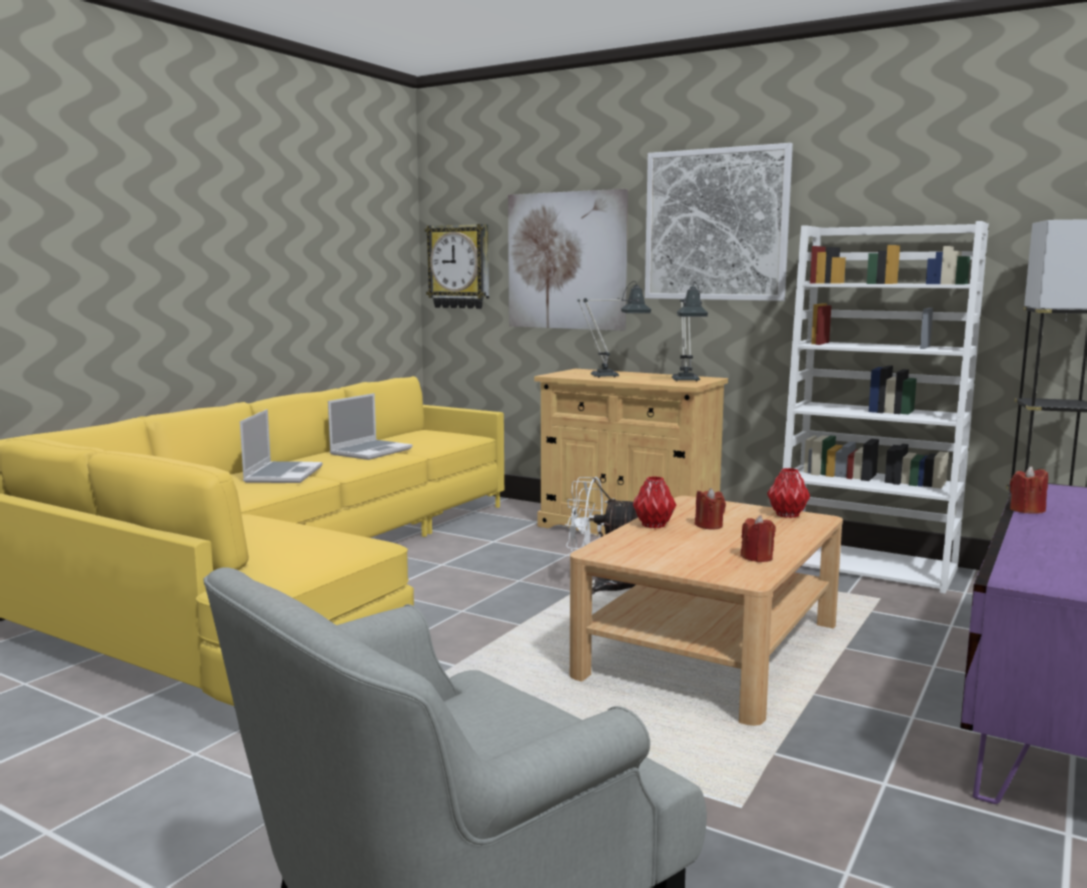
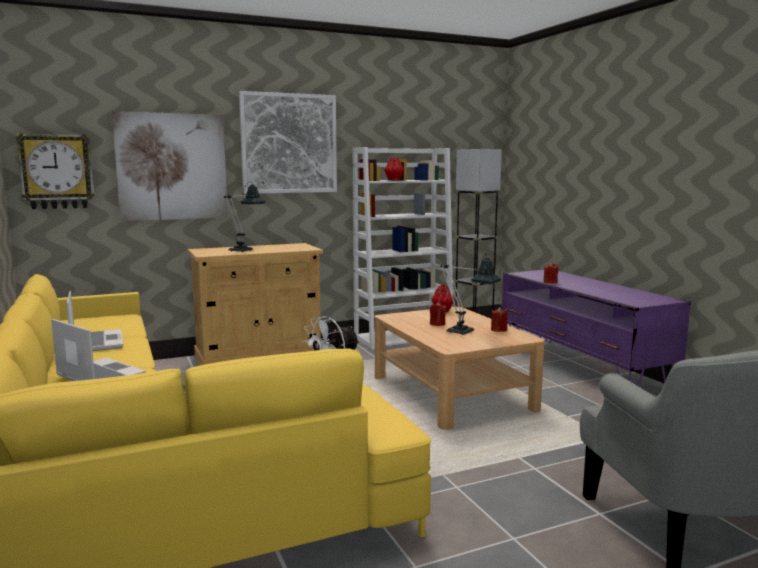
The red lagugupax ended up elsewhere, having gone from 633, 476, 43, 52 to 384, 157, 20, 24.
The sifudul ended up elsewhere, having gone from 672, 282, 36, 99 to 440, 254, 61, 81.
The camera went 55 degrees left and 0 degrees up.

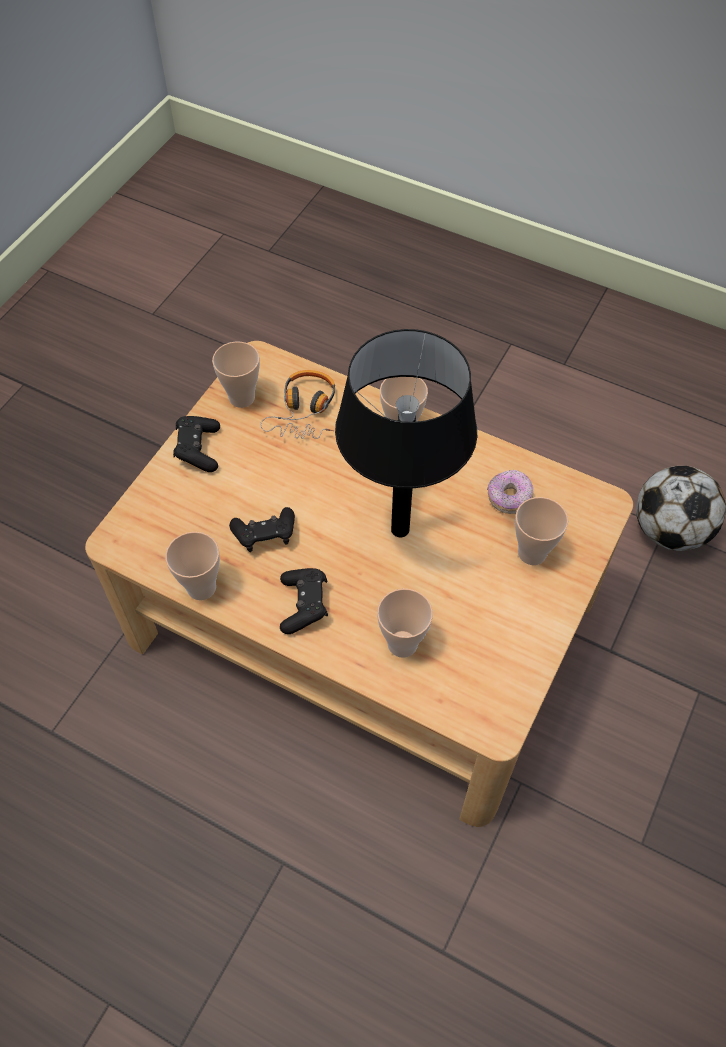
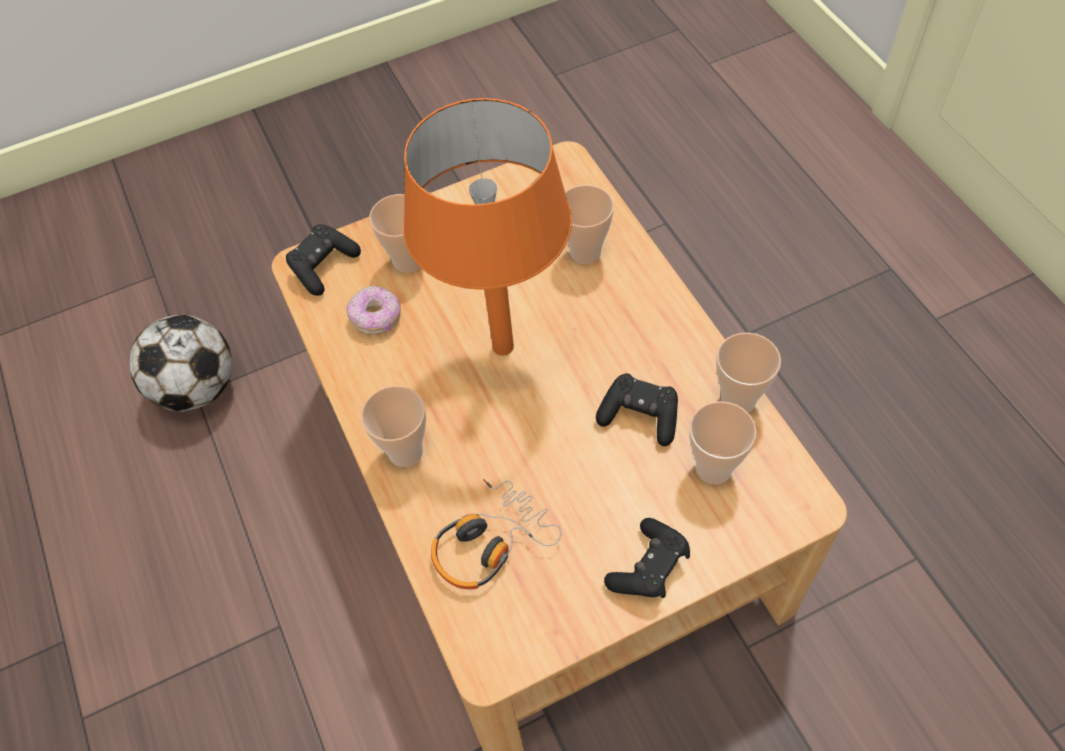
The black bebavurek ended up elsewhere, having gone from 280, 568, 48, 66 to 286, 224, 75, 72.
What was the black sifudul at 335, 329, 142, 208 turned into the orange sifudul at 403, 98, 169, 258.
The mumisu ended up elsewhere, having gone from 212, 342, 48, 66 to 689, 401, 67, 83.
The camera went 140 degrees left and 0 degrees up.

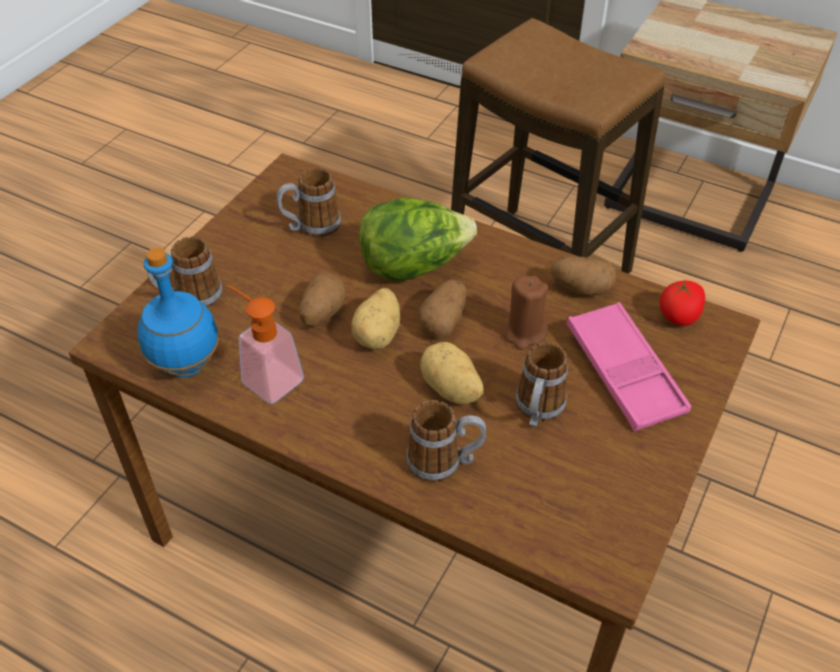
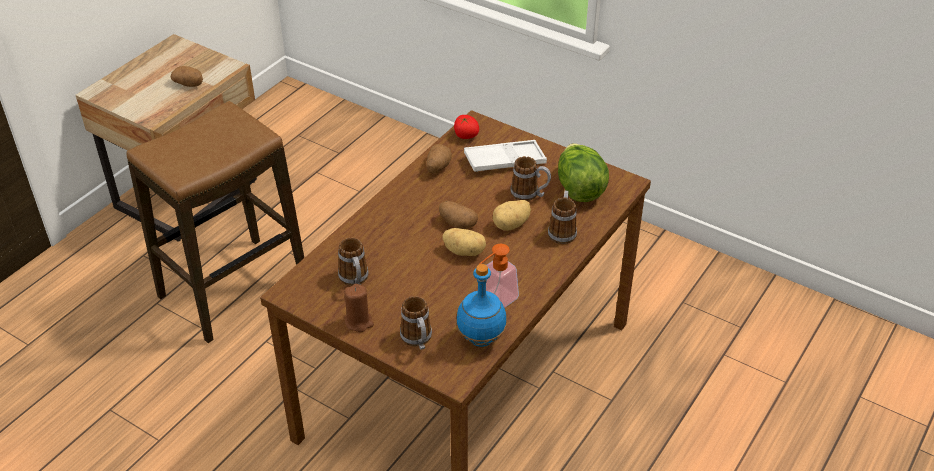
The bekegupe ended up elsewhere, having gone from 299, 273, 47, 54 to 171, 66, 32, 21.
The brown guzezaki ended up elsewhere, having gone from 504, 276, 44, 74 to 344, 284, 30, 48.
What was the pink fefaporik at 567, 302, 124, 129 turned into the white fefaporik at 464, 140, 83, 32.
The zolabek ended up elsewhere, having gone from 359, 197, 118, 84 to 558, 143, 51, 59.
The camera went 85 degrees left and 5 degrees down.

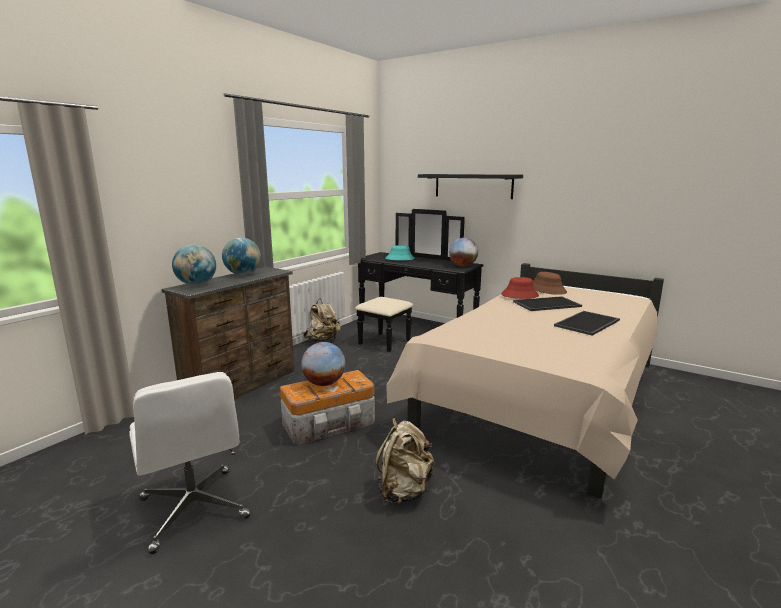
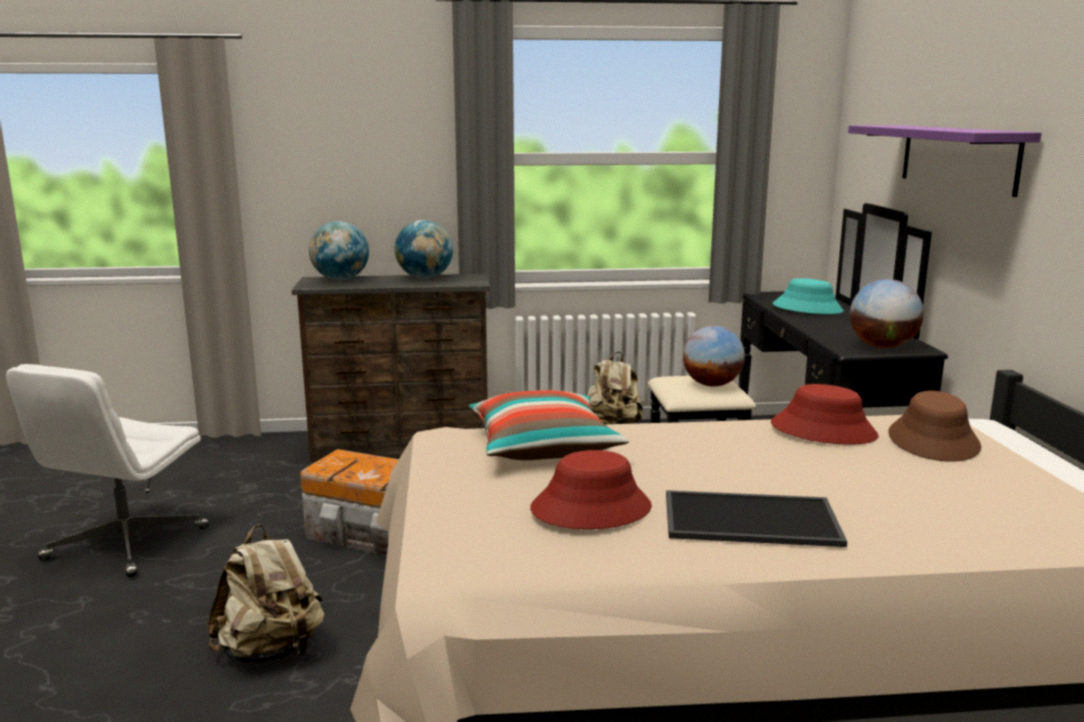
The second view gained the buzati at 468, 390, 161, 70.
The second view gained the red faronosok at 530, 450, 122, 79.
The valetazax ended up elsewhere, having gone from 301, 342, 44, 44 to 683, 326, 62, 61.
What was the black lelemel at 418, 174, 105, 25 turned into the purple lelemel at 848, 125, 193, 72.
The second view lost the fefaporik at 513, 296, 69, 15.
The camera went 50 degrees right and 0 degrees up.

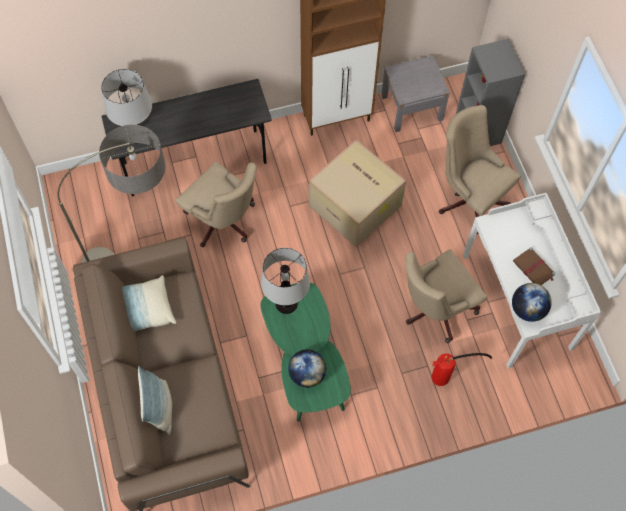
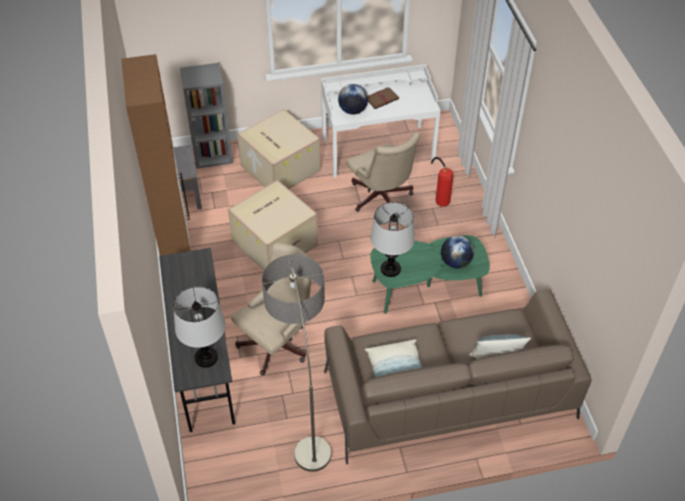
Where the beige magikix stood at 439, 105, 82, 129, the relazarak came to stand at 237, 109, 84, 80.
The valetazax ended up elsewhere, having gone from 512, 283, 40, 39 to 338, 84, 30, 31.
The camera went 85 degrees left and 15 degrees down.

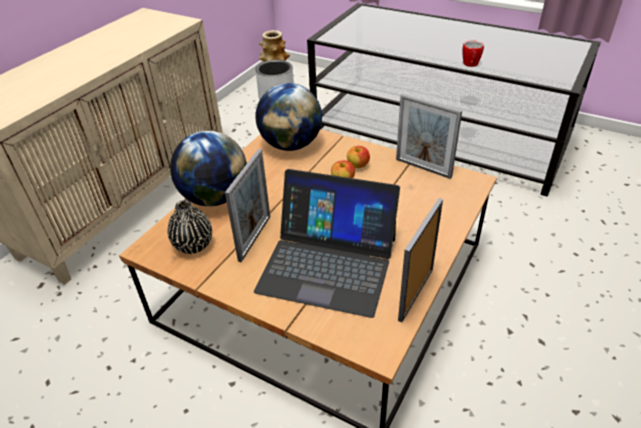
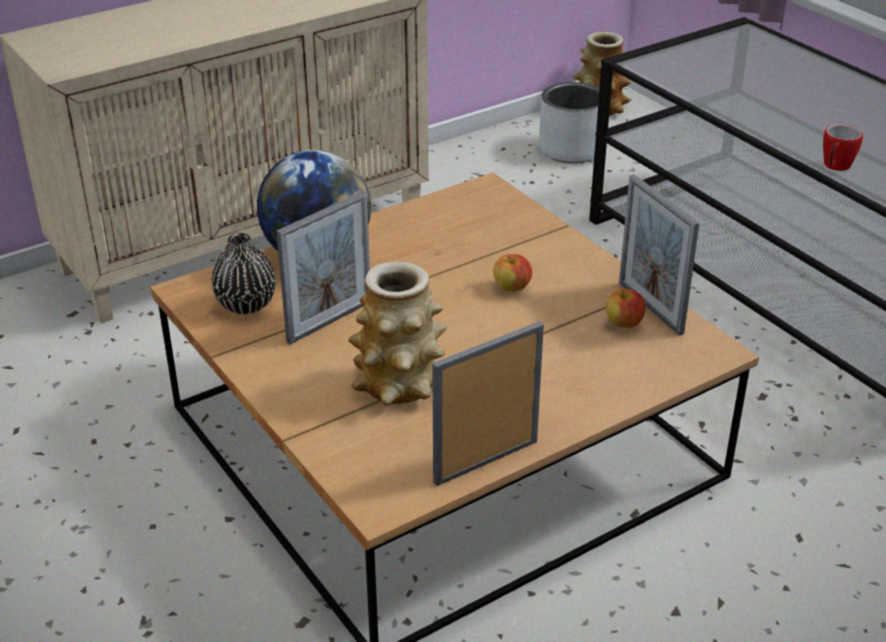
Where the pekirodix stood at 254, 169, 146, 149, the lagugupax came to stand at 348, 261, 99, 145.
The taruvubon ended up elsewhere, having gone from 347, 146, 23, 22 to 606, 289, 40, 39.
The second view lost the valetazax at 255, 83, 67, 68.
The camera went 25 degrees right and 5 degrees down.

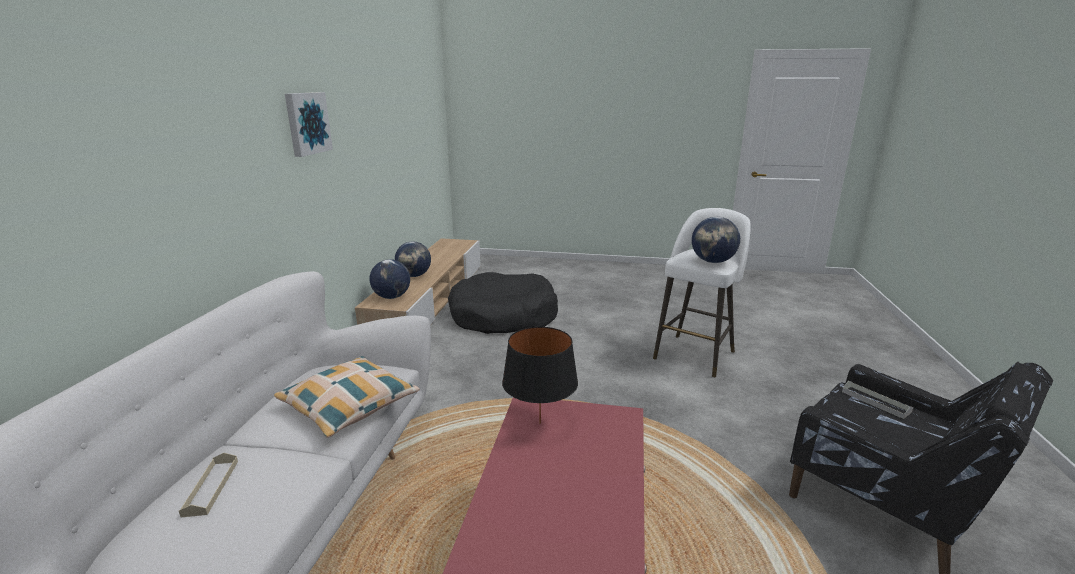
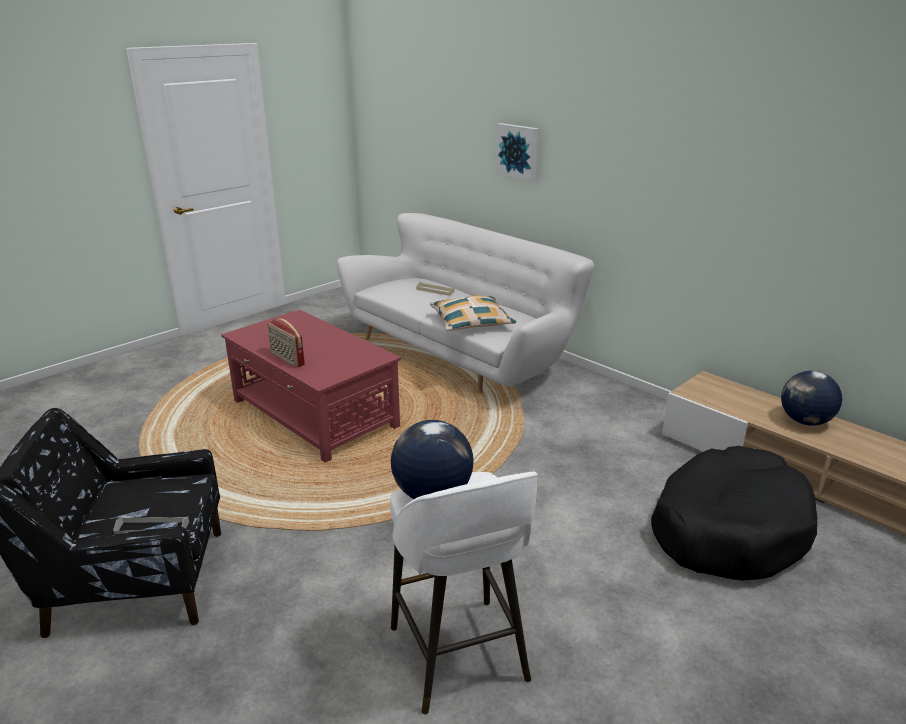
The second view gained the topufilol at 267, 318, 38, 49.
The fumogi ended up elsewhere, having gone from 285, 92, 48, 65 to 496, 123, 44, 58.
The second view lost the valetazax at 369, 259, 41, 40.
The second view lost the black sifudul at 502, 327, 76, 97.
The camera went 125 degrees right and 5 degrees up.

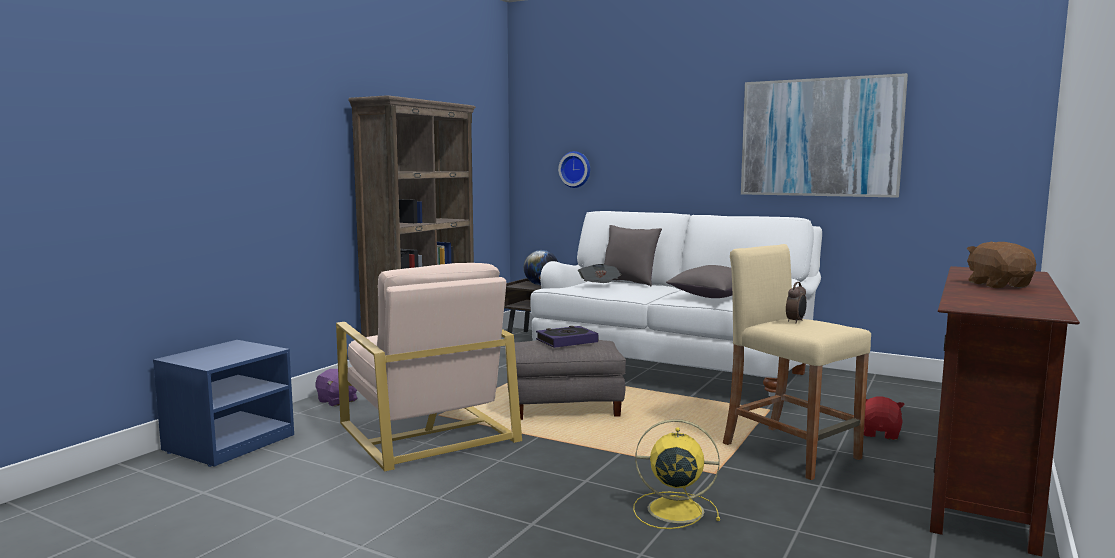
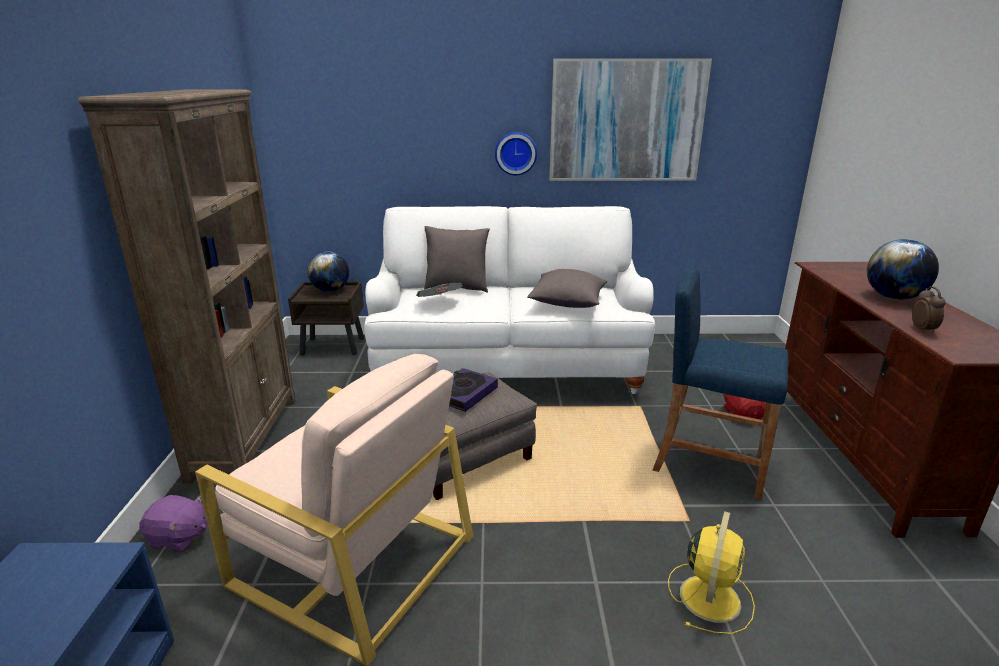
The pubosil ended up elsewhere, having gone from 558, 151, 32, 37 to 495, 132, 42, 43.
What was the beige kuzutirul at 723, 244, 148, 236 turned into the blue kuzutirul at 653, 266, 135, 233.
The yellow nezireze at 633, 419, 87, 110 ended up facing another way, 135 degrees clockwise from before.
Where the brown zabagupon stood at 967, 242, 69, 46, the valetazax came to stand at 867, 239, 72, 61.
The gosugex ended up elsewhere, having gone from 786, 282, 21, 41 to 912, 286, 34, 48.
The camera went 30 degrees left and 15 degrees up.

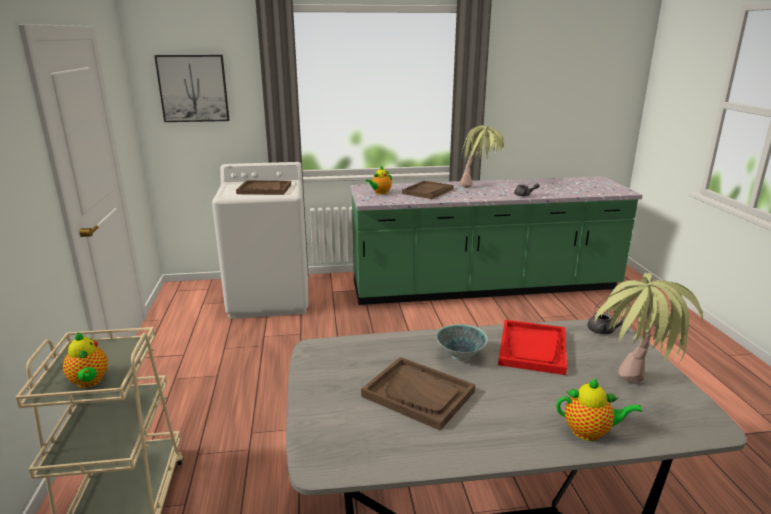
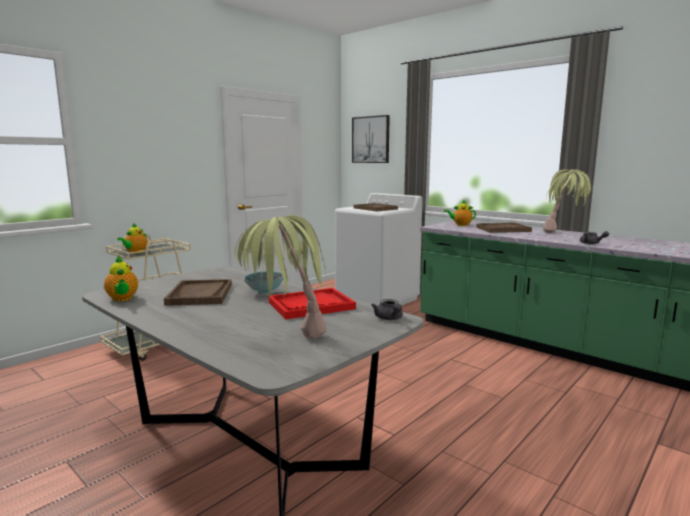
The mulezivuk ended up elsewhere, having gone from 556, 378, 86, 63 to 104, 256, 34, 45.
The camera went 50 degrees right and 10 degrees down.

